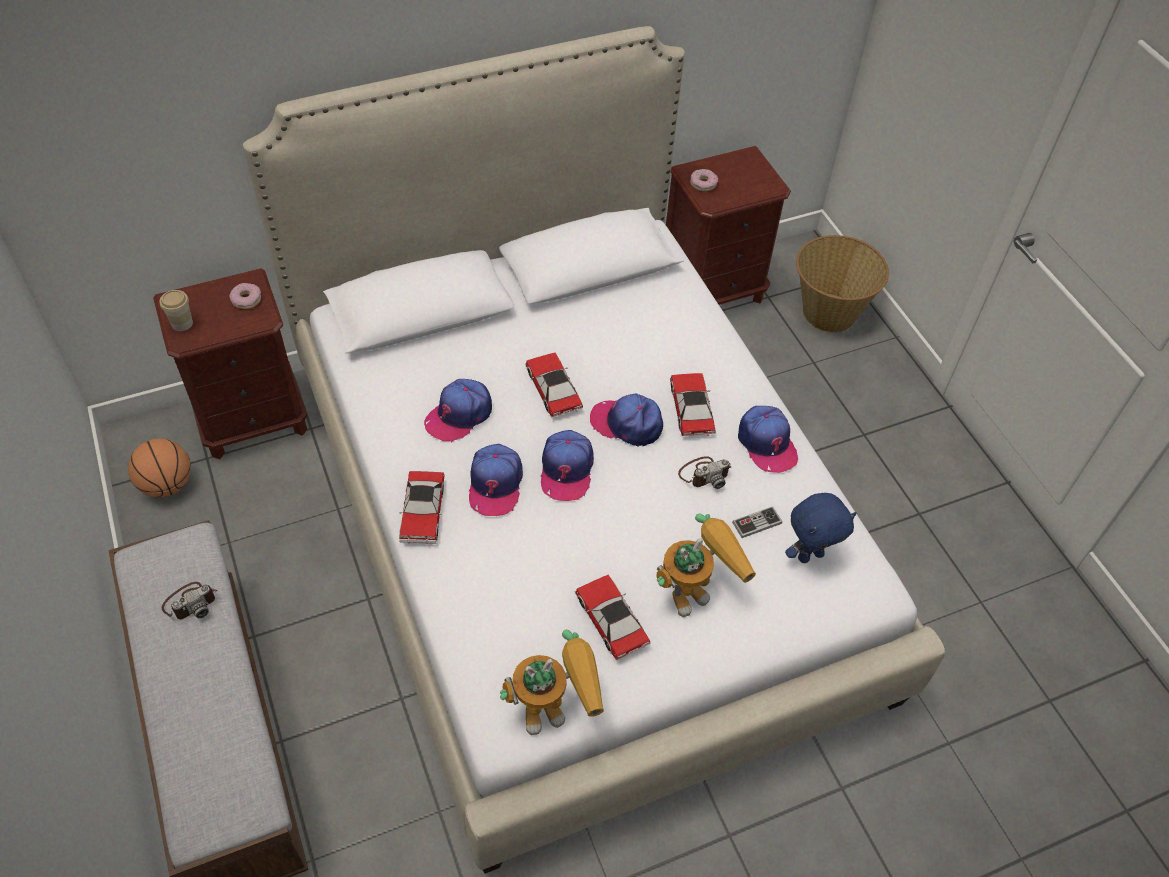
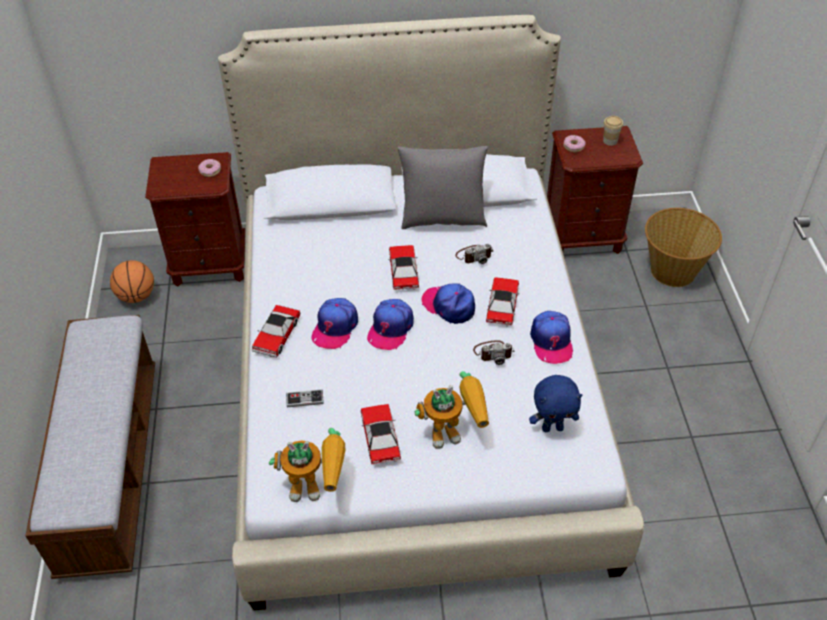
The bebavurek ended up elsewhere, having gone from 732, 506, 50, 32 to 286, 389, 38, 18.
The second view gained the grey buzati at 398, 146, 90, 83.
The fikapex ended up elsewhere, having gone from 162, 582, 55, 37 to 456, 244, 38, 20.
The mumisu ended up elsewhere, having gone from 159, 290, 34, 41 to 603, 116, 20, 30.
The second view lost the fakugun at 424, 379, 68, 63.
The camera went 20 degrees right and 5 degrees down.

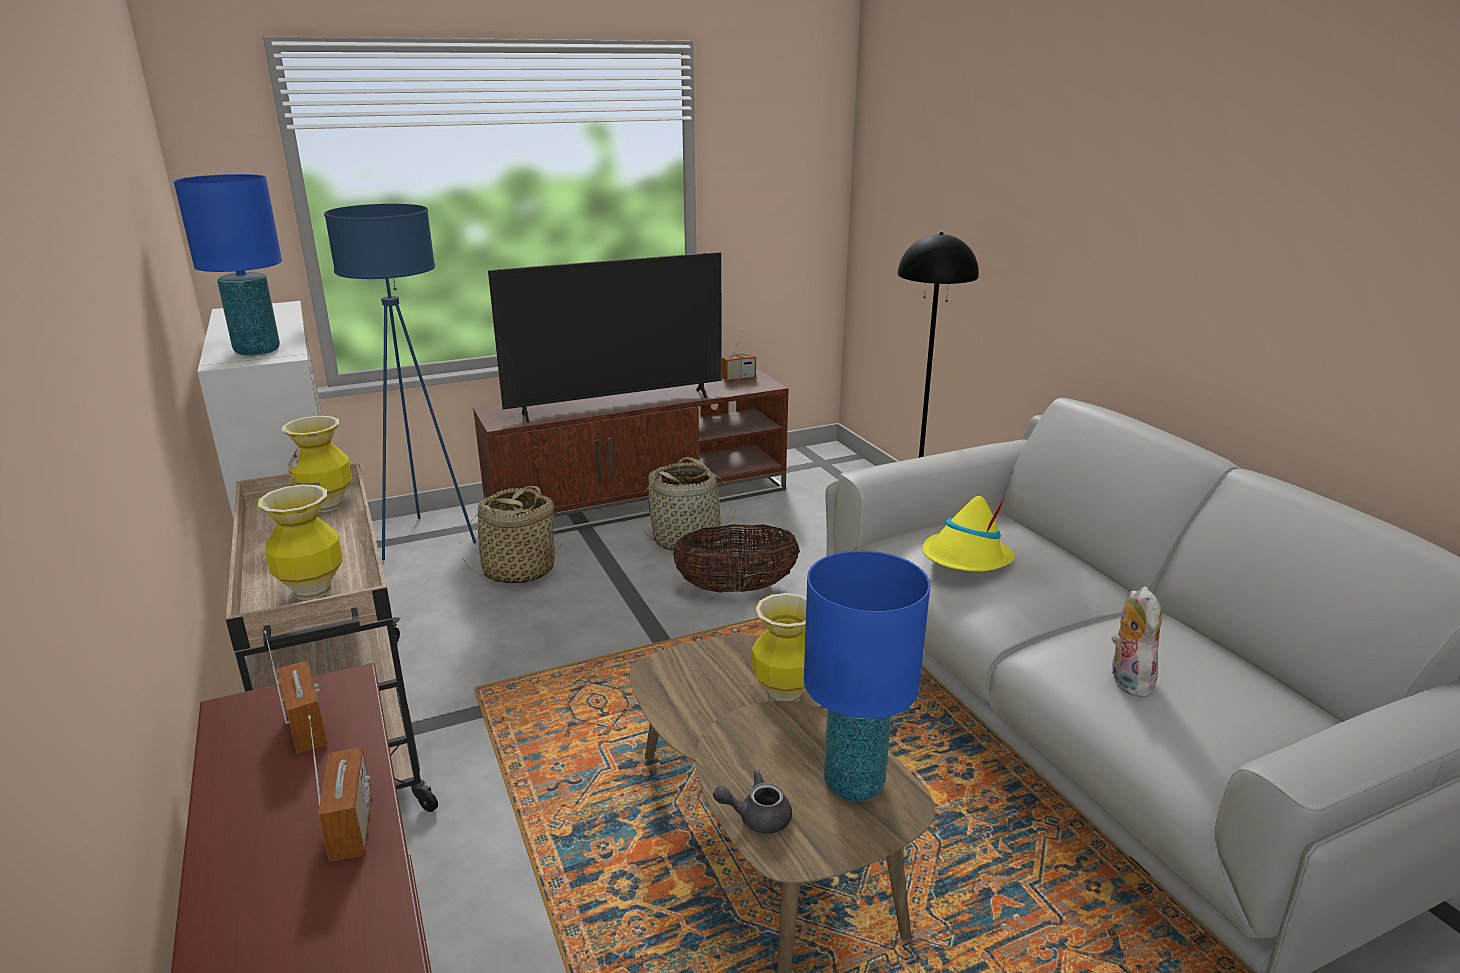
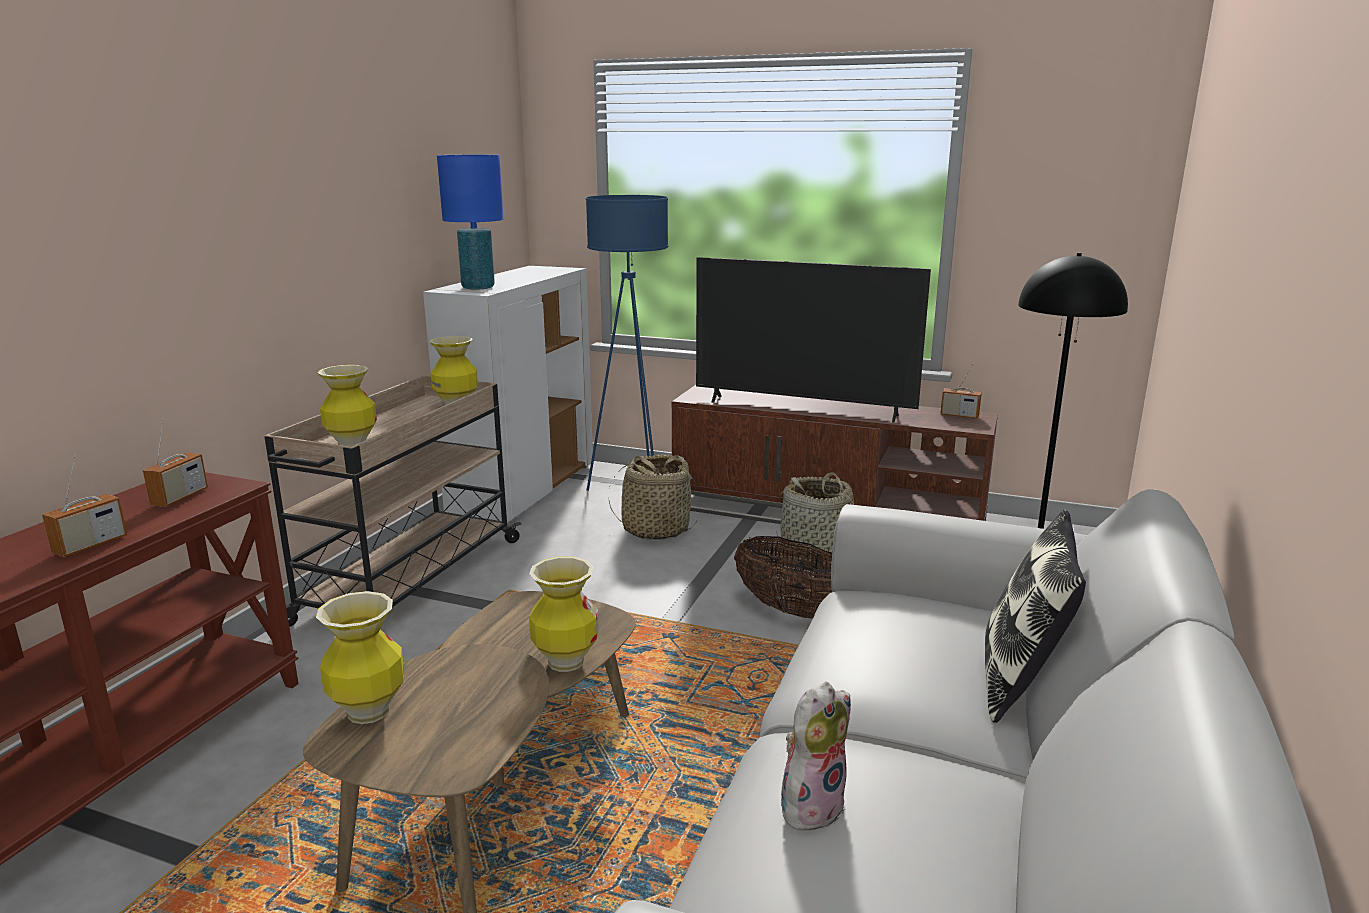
Where the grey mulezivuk stood at 713, 770, 79, 64, the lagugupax came to stand at 316, 591, 88, 133.
The second view gained the buzati at 985, 510, 101, 213.
The second view lost the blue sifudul at 804, 551, 126, 250.
The second view lost the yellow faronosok at 922, 496, 93, 75.
The camera went 45 degrees right and 5 degrees down.

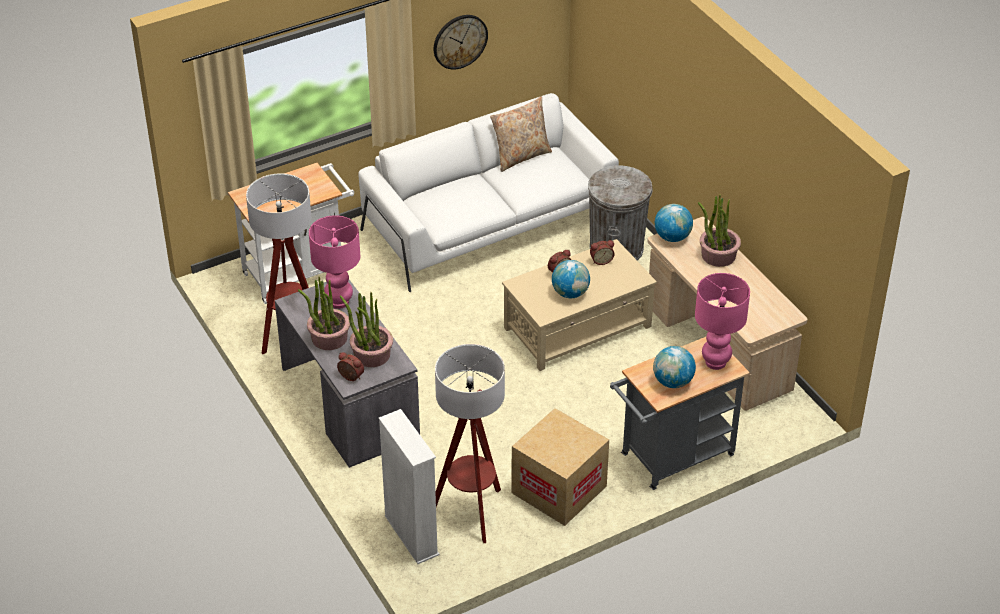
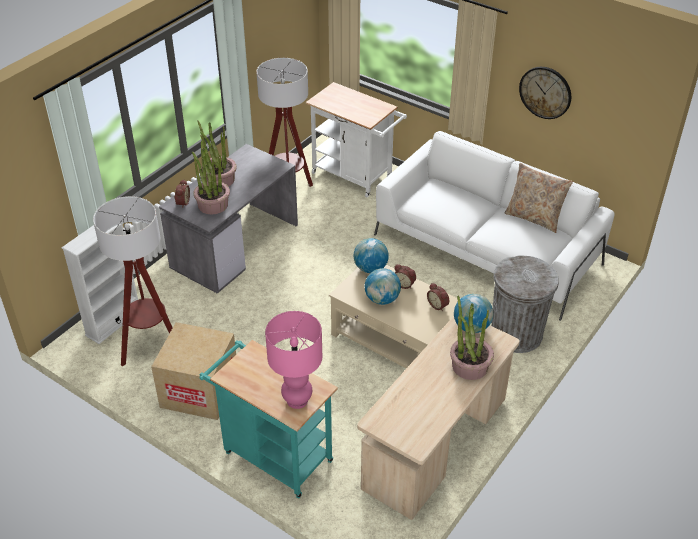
What was the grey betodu at 610, 337, 140, 153 turned into the turquoise betodu at 199, 340, 139, 158.
The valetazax ended up elsewhere, having gone from 653, 346, 43, 42 to 354, 238, 35, 35.
The second view lost the pink sifudul at 309, 215, 51, 94.
The camera went 65 degrees right and 0 degrees up.

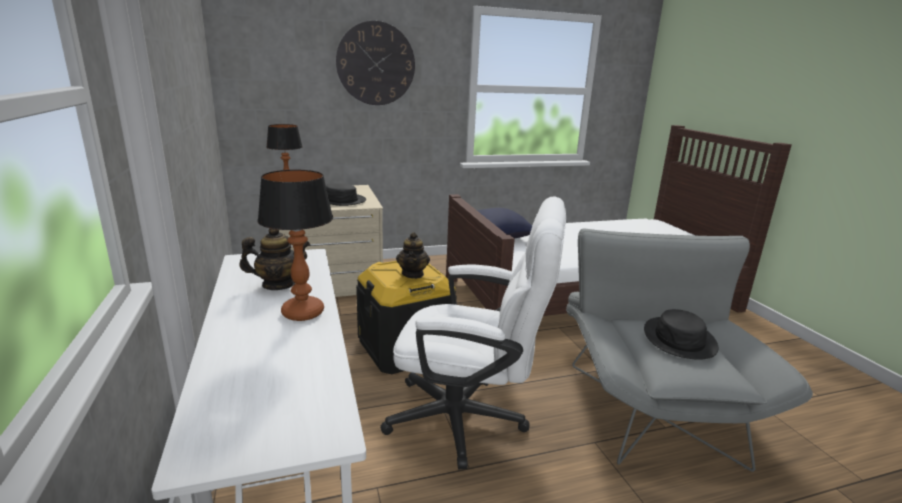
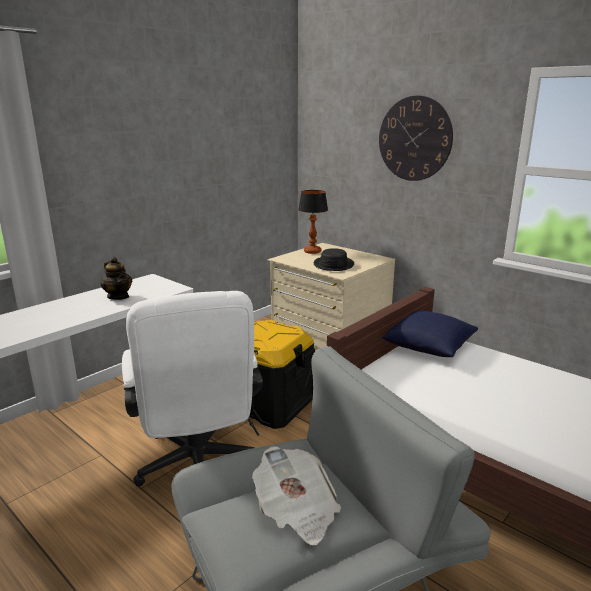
Where the black faronosok stood at 644, 309, 74, 51, the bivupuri came to stand at 252, 446, 89, 99.
The second view lost the sifudul at 257, 170, 76, 151.
The second view lost the mulezivuk at 396, 232, 34, 47.
The camera went 60 degrees right and 0 degrees up.

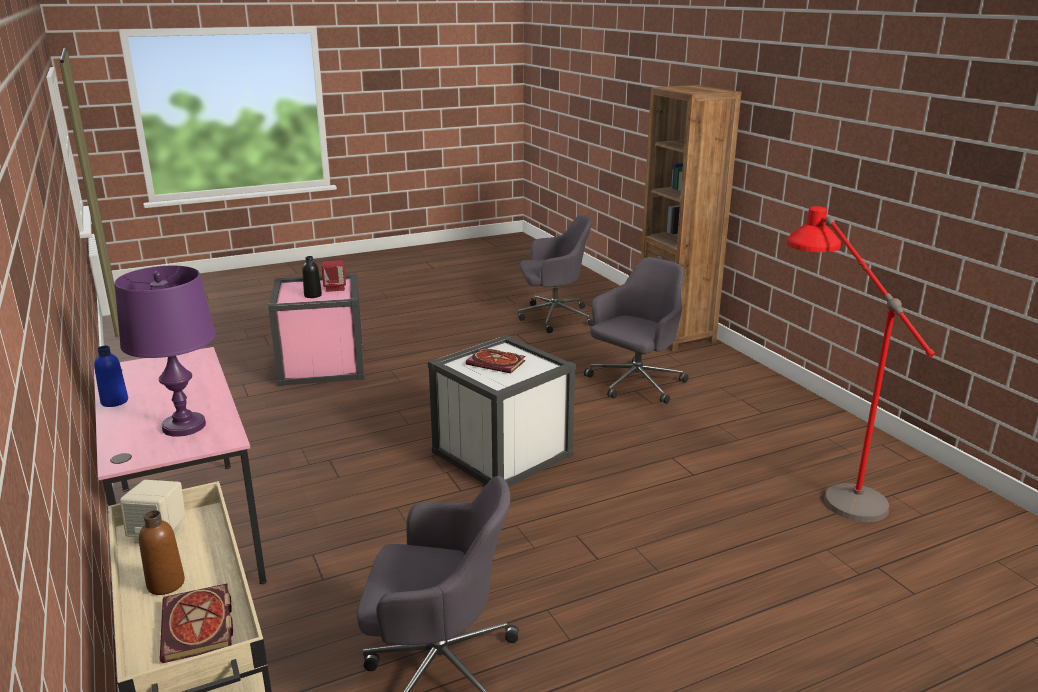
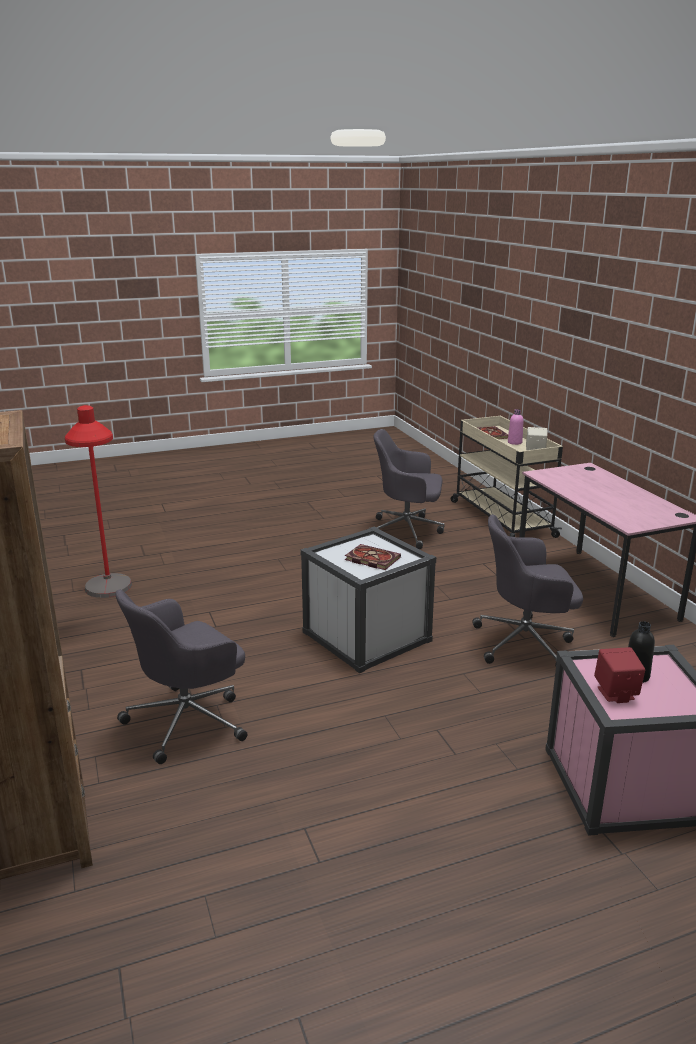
The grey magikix ended up elsewhere, having gone from 518, 215, 75, 118 to 472, 514, 111, 152.
What was the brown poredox at 139, 510, 46, 85 turned into the pink poredox at 508, 409, 16, 36.
The second view lost the blue poredox at 94, 346, 34, 61.
The second view lost the purple sifudul at 114, 266, 102, 171.
The camera went 175 degrees left and 0 degrees up.

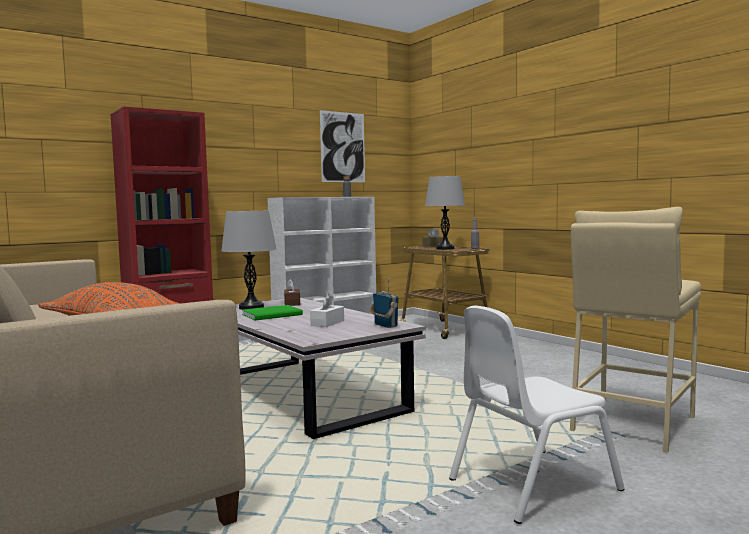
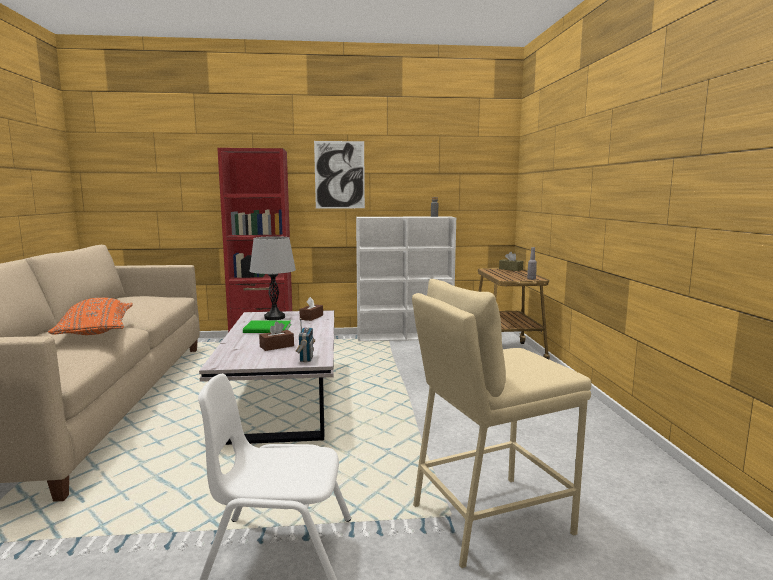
What was the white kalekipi at 310, 294, 34, 33 turned into the brown kalekipi at 259, 321, 35, 30.
The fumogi ended up elsewhere, having gone from 320, 110, 45, 72 to 314, 141, 51, 67.
The second view lost the grey sifudul at 425, 176, 40, 74.
The camera went 30 degrees right and 5 degrees up.

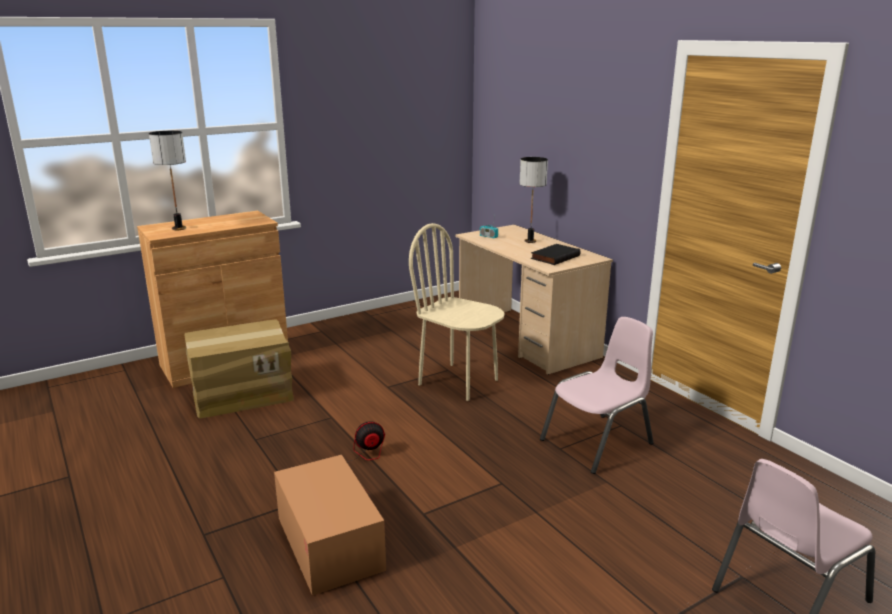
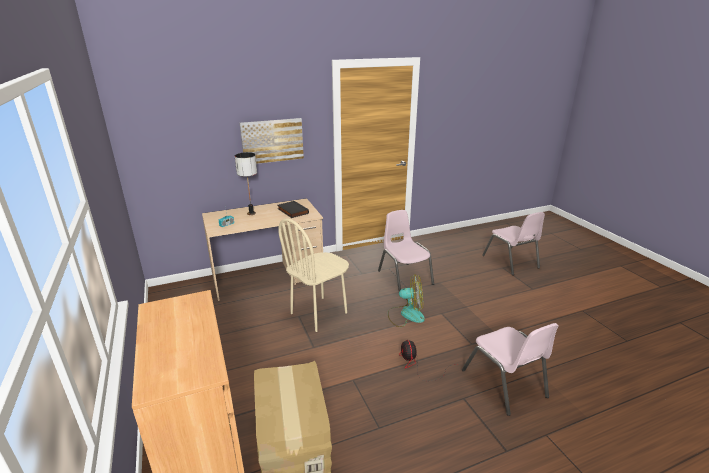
The second view gained the fumogi at 240, 118, 64, 46.
The second view gained the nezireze at 388, 274, 37, 53.
Where the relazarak stood at 274, 455, 112, 141, the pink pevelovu came to stand at 462, 323, 96, 93.
The second view lost the sifudul at 149, 131, 37, 99.
The camera went 80 degrees left and 5 degrees up.

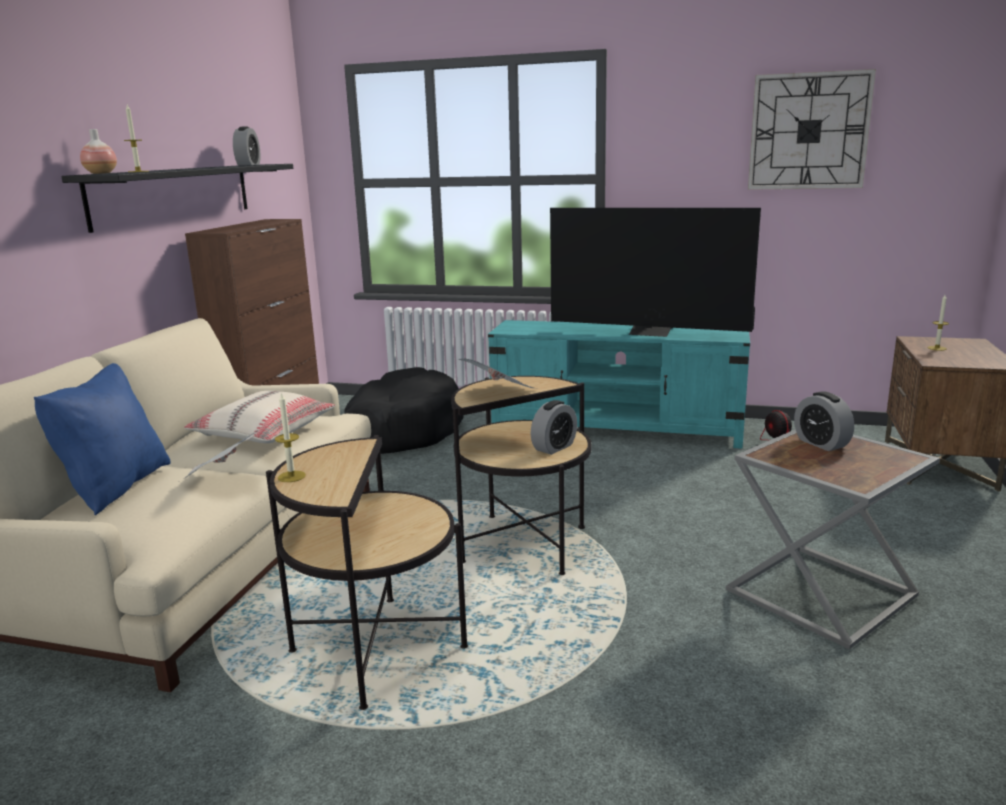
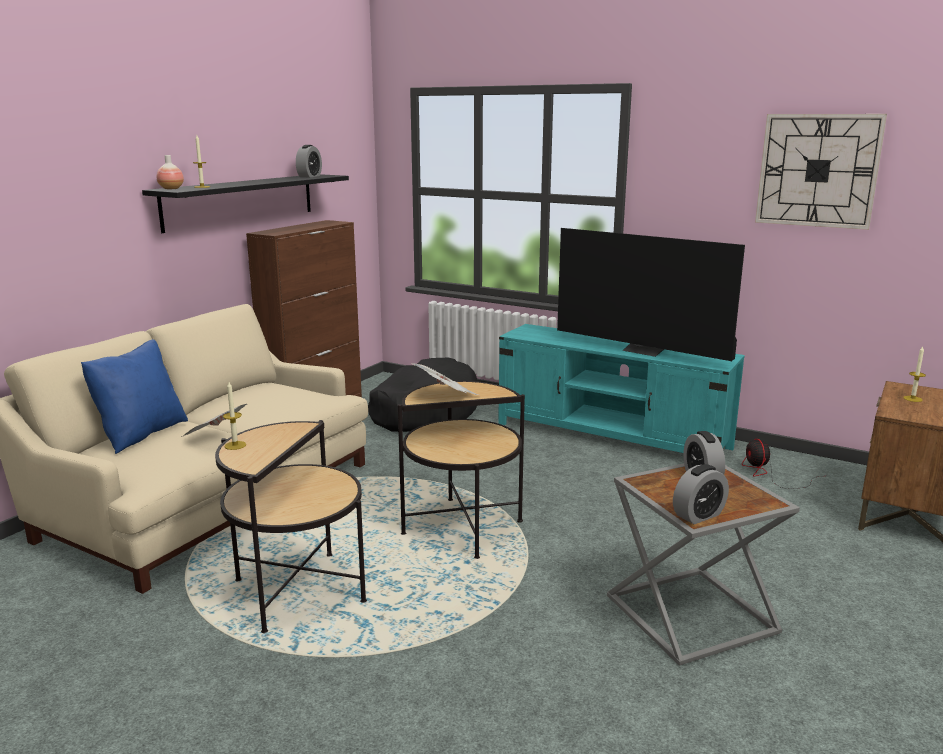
The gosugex ended up elsewhere, having gone from 531, 400, 46, 55 to 673, 464, 56, 60.
The second view lost the beige buzati at 184, 391, 151, 52.
The camera went 15 degrees right and 0 degrees up.

